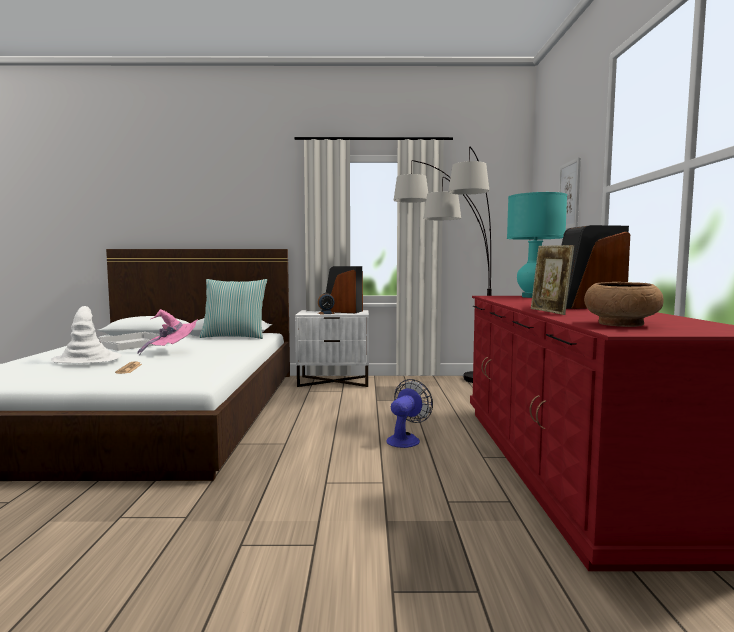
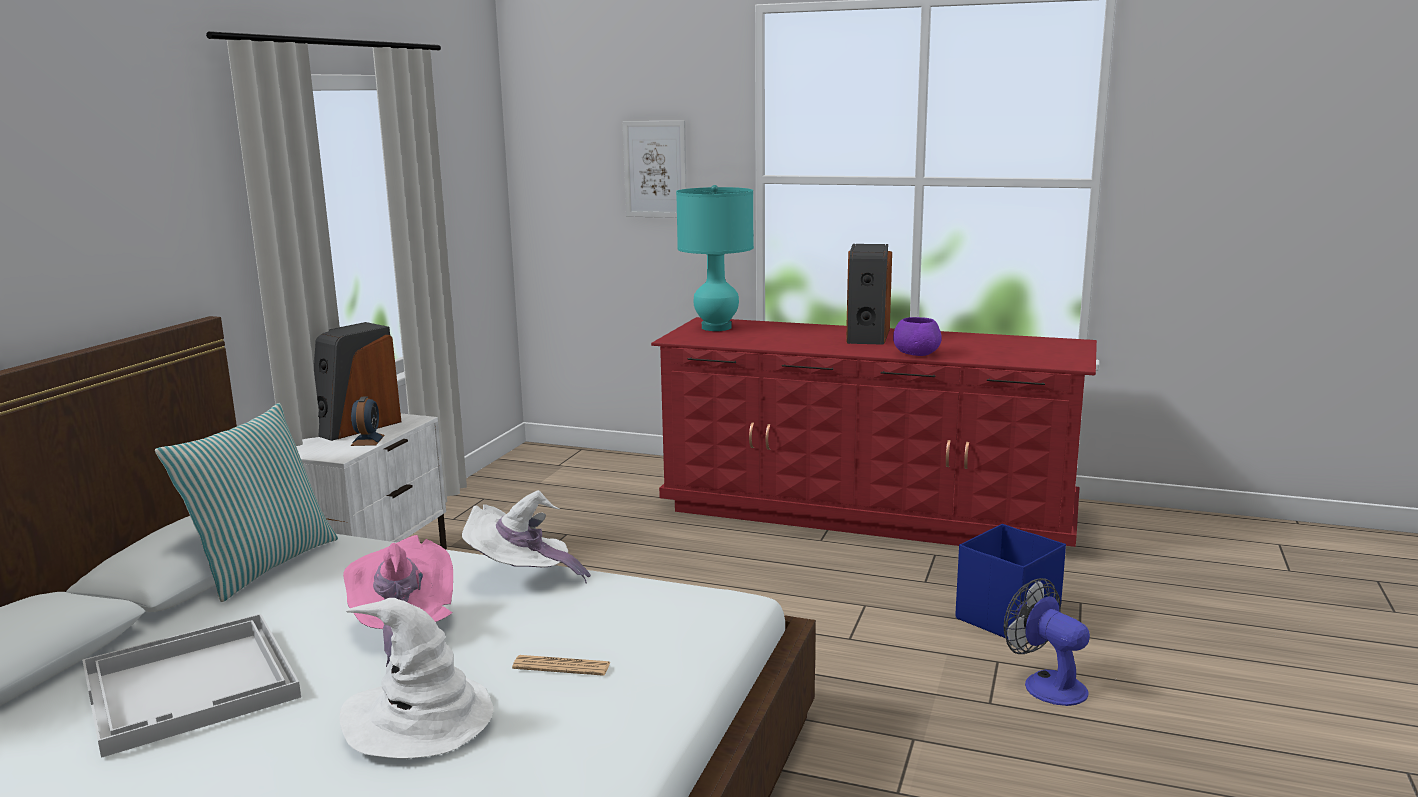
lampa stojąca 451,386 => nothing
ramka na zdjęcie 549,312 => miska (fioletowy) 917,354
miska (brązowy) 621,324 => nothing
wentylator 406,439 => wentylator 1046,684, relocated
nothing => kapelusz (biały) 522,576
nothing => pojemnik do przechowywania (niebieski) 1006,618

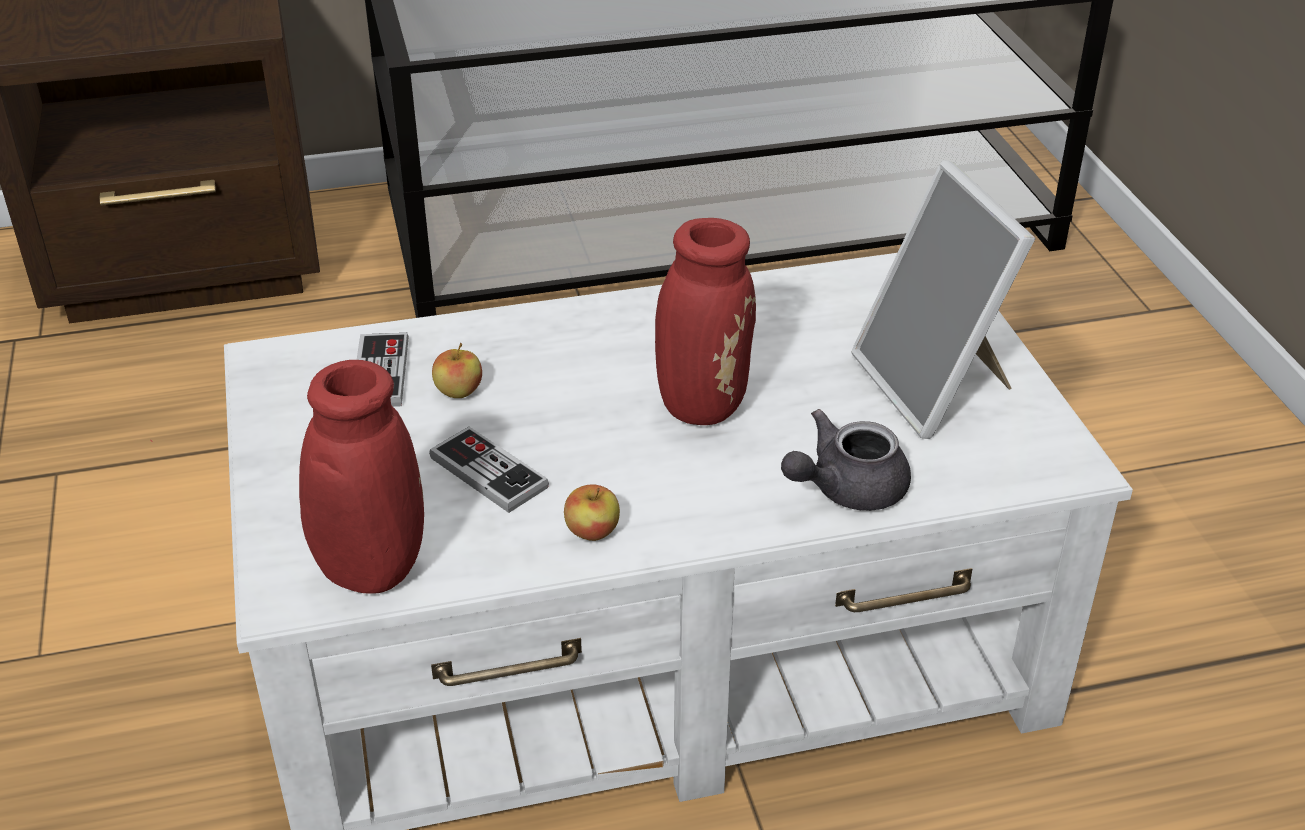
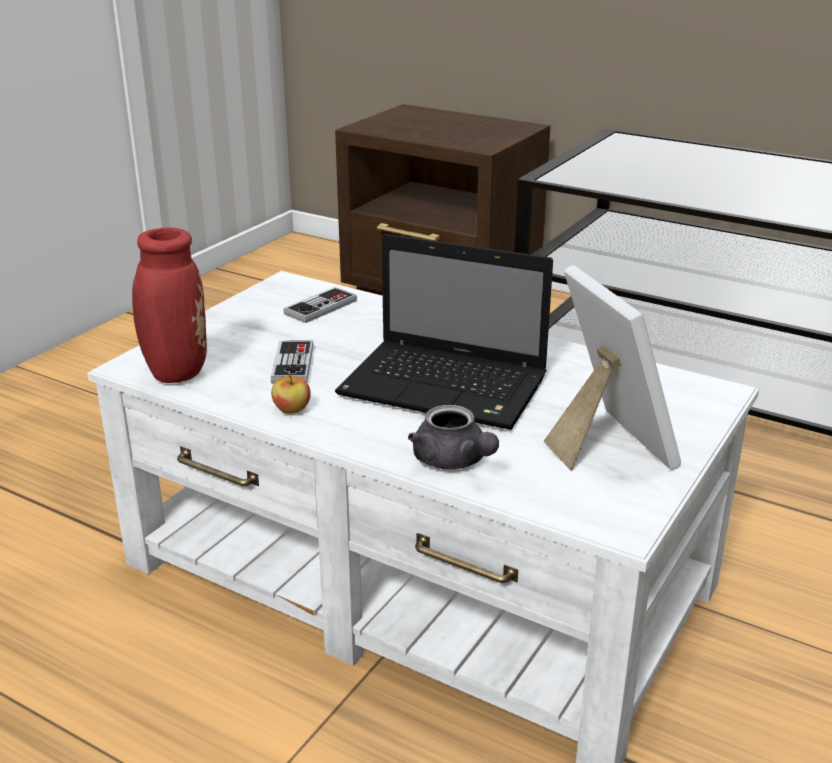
wazon (czerwony) 700,404 => laptop 448,388
ramka na zdjęcie 935,386 => ramka na zdjęcie 605,445, 135 degrees clockwise
jabłko 458,392 => nothing
imbryk (szary) 845,489 => imbryk (szary) 454,461, 135 degrees counterclockwise

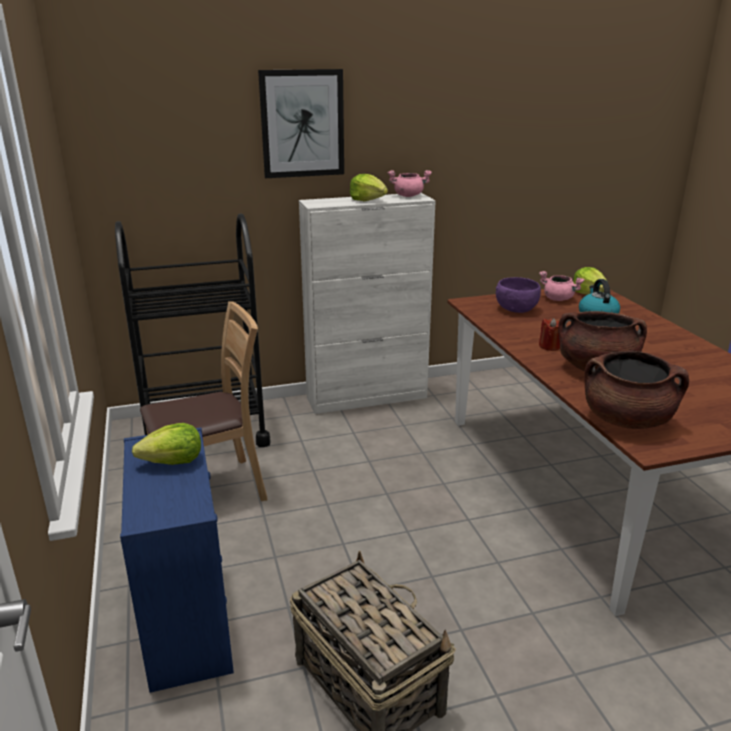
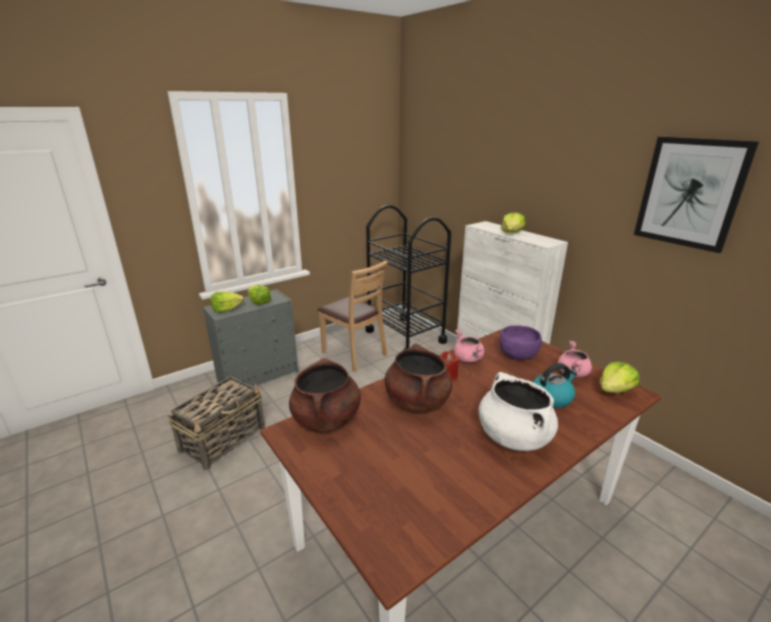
obraz 302,124 => obraz 690,193, relocated
garnek (różowy) 408,196 => garnek (różowy) 468,359, relocated
komoda (niebieski) 186,619 => komoda (szary) 259,376
nothing => sałata 226,309
nothing => garnek (biały) 513,436

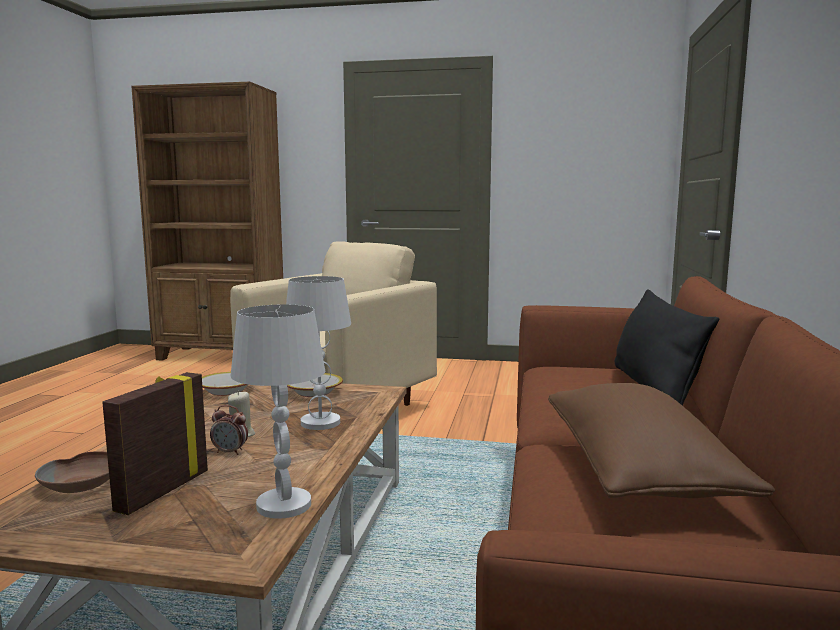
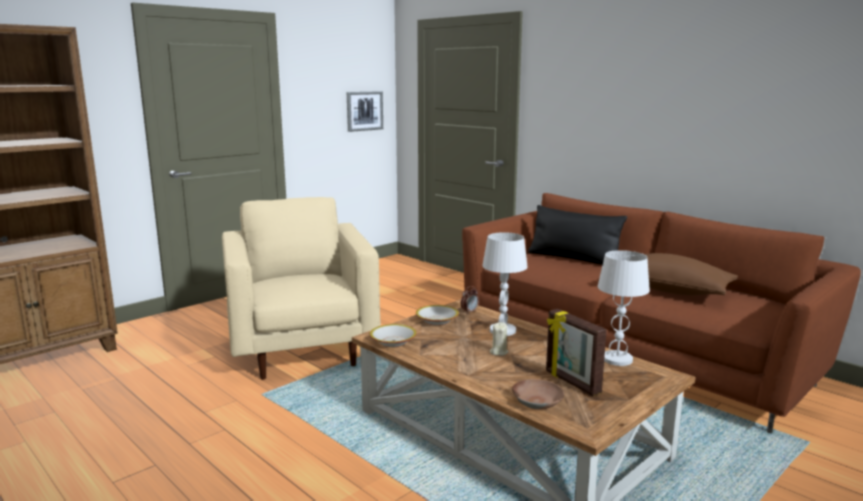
budzik 230,452 => budzik 469,312, relocated
nothing => obraz 364,111

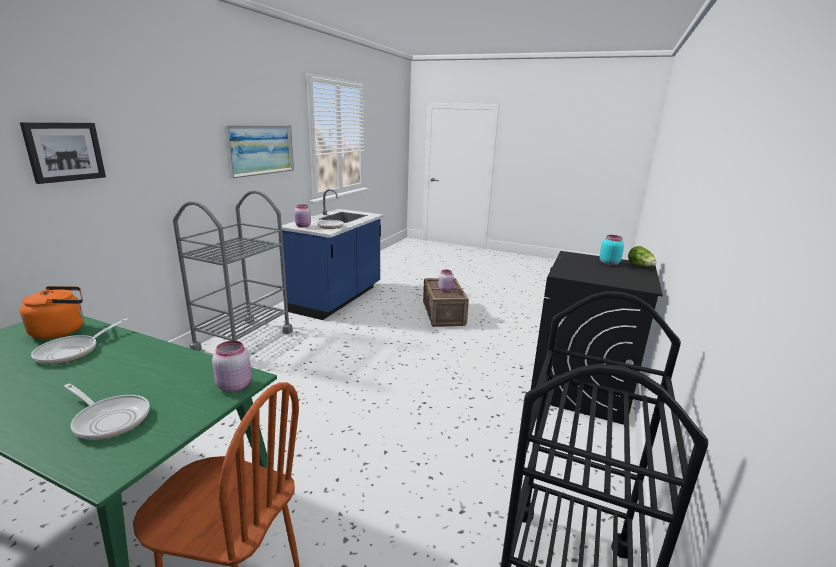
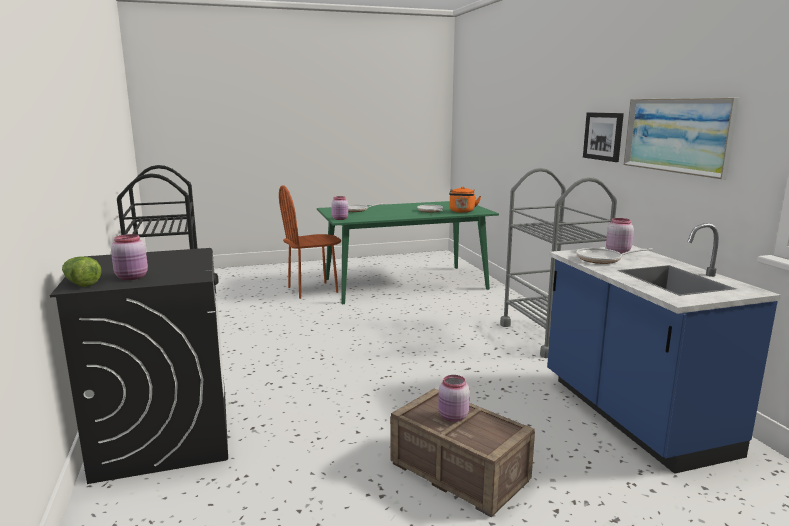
obraz 64,151 => obraz 603,136, relocated
słoik (turkusowy) 608,263 => słoik (różowy) 132,277

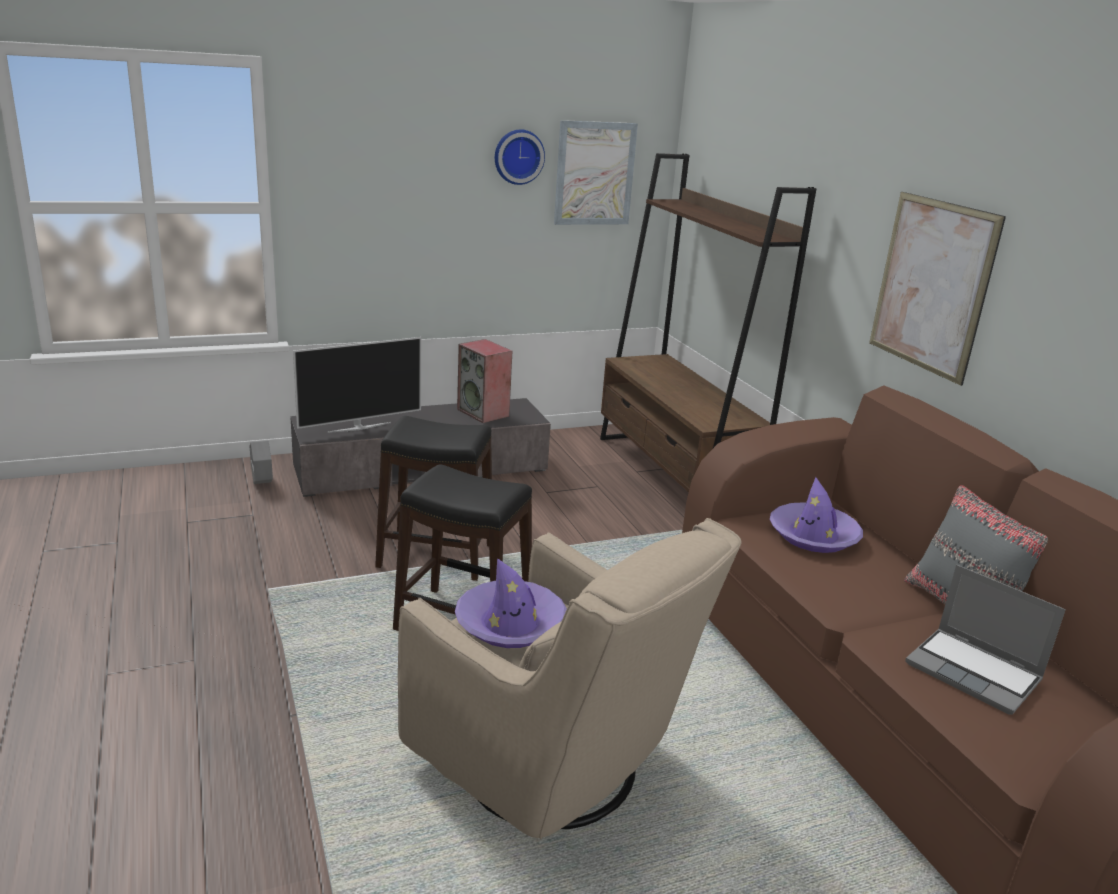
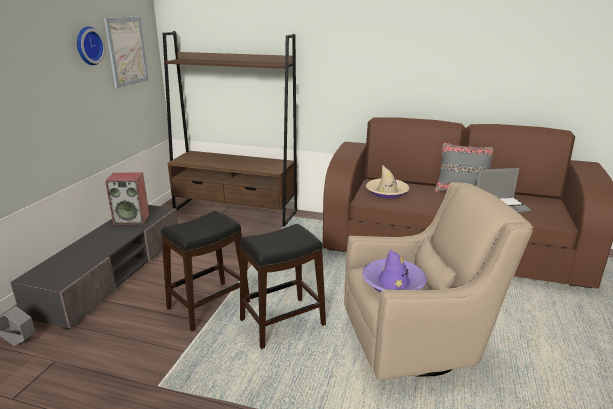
obraz 931,285 => nothing
telewizor 359,427 => nothing
kapelusz (fioletowy) 814,536 => kapelusz (beżowy) 387,192

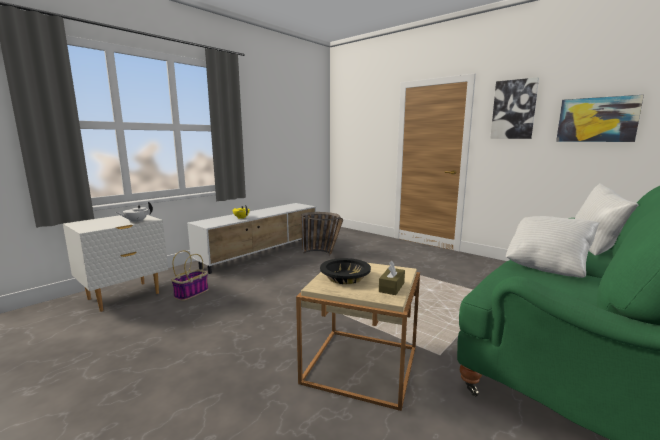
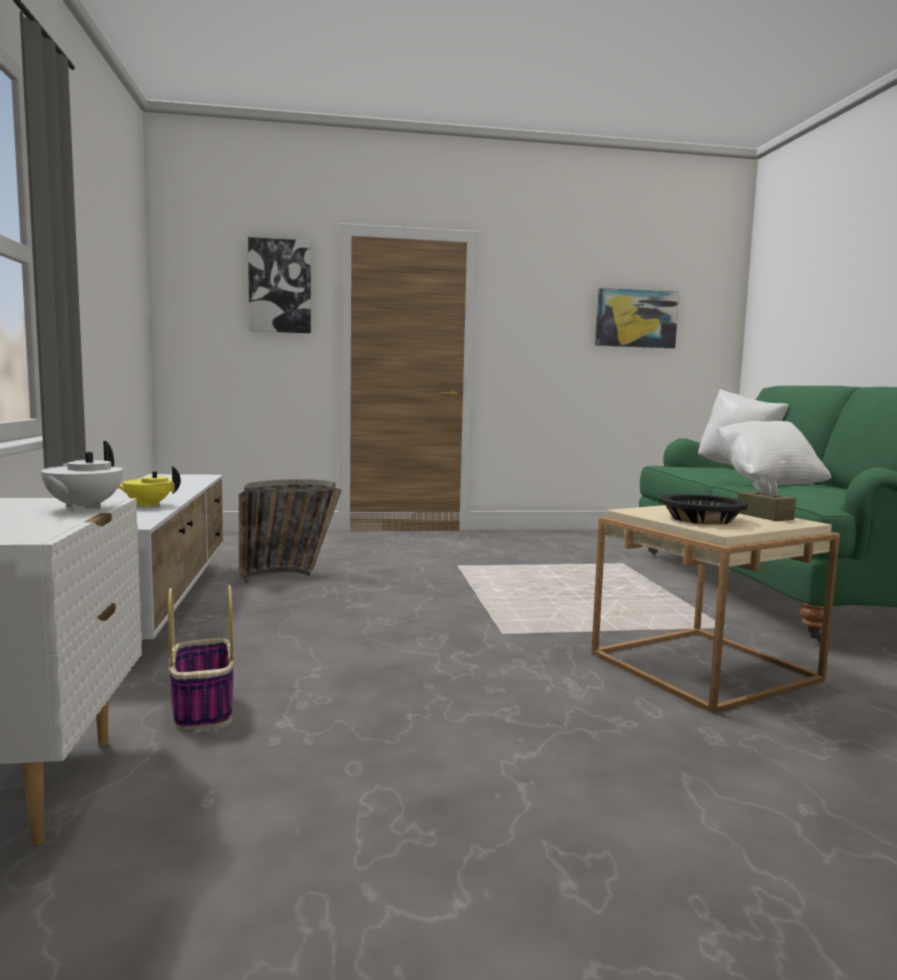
obraz 514,109 => obraz 280,286, relocated

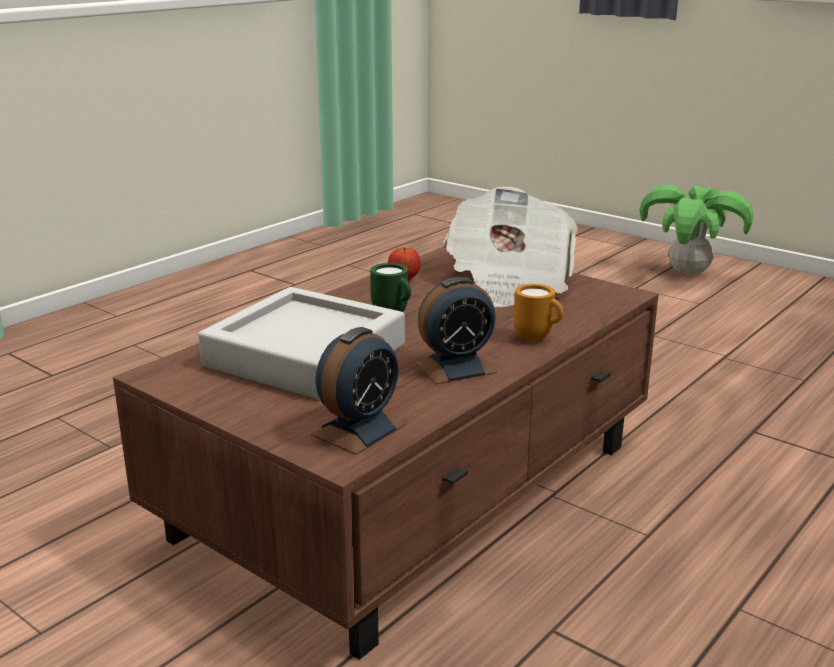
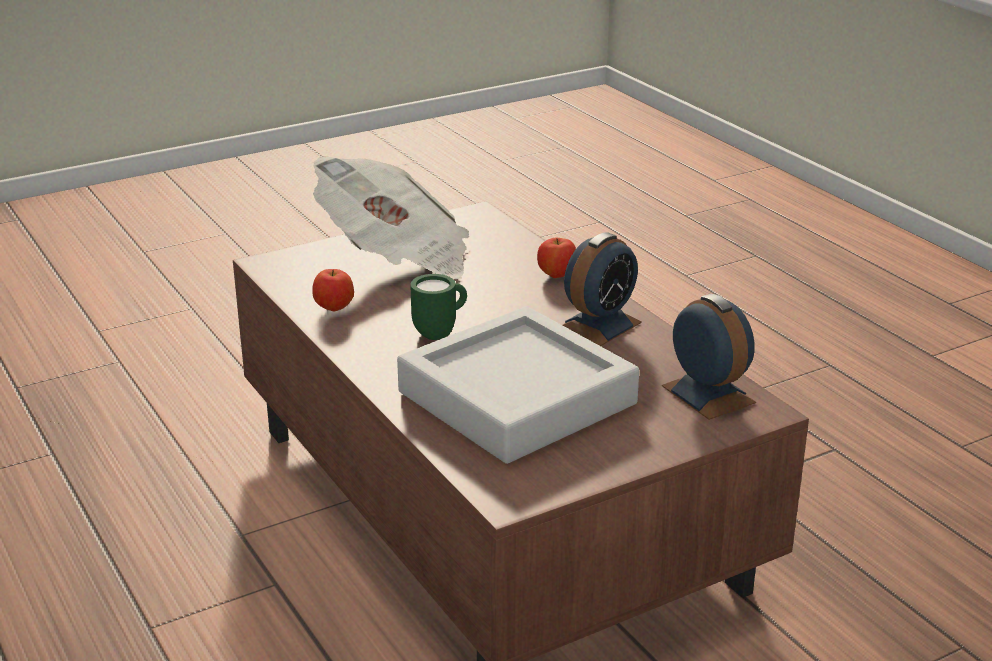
roślina doniczkowa 688,272 => nothing
budzik 455,367 => budzik 599,325, 45 degrees clockwise
kubek (pomarańczowy) 538,339 => jabłko 556,275

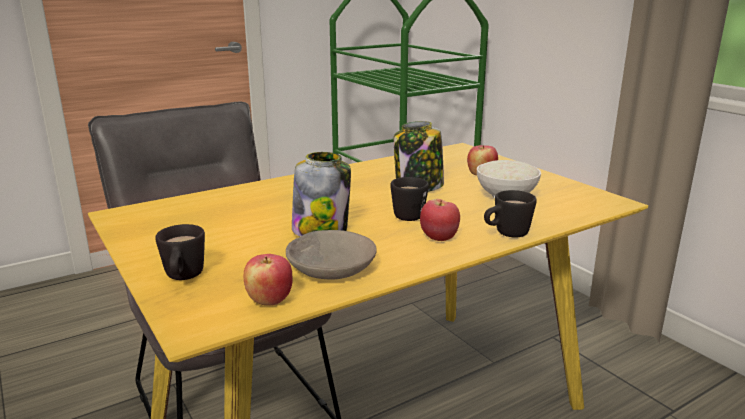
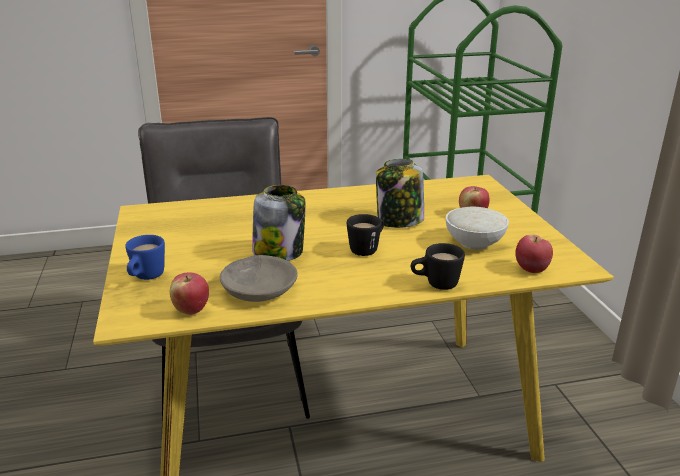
jabłko 439,238 => jabłko 531,269, relocated
kubek (czarny) 183,278 => kubek (niebieski) 146,277

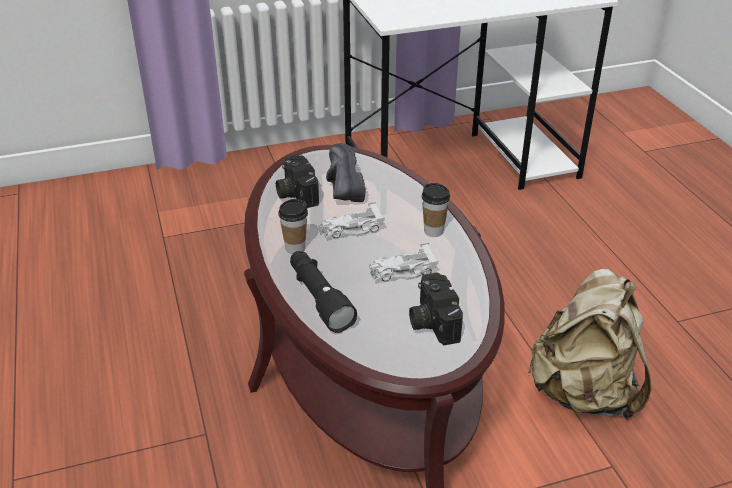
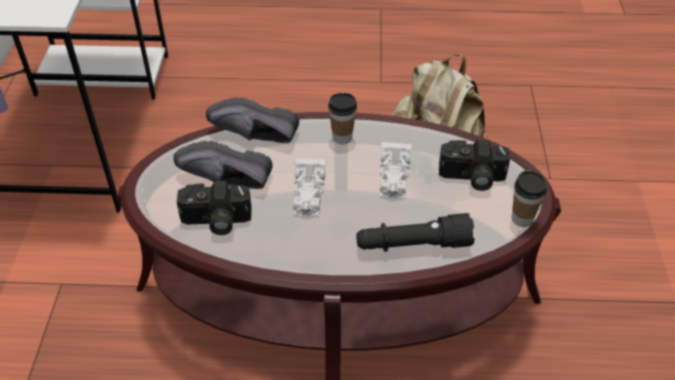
filiżanka 295,248 => filiżanka 522,219, relocated
nothing => but (czarny) 254,137

